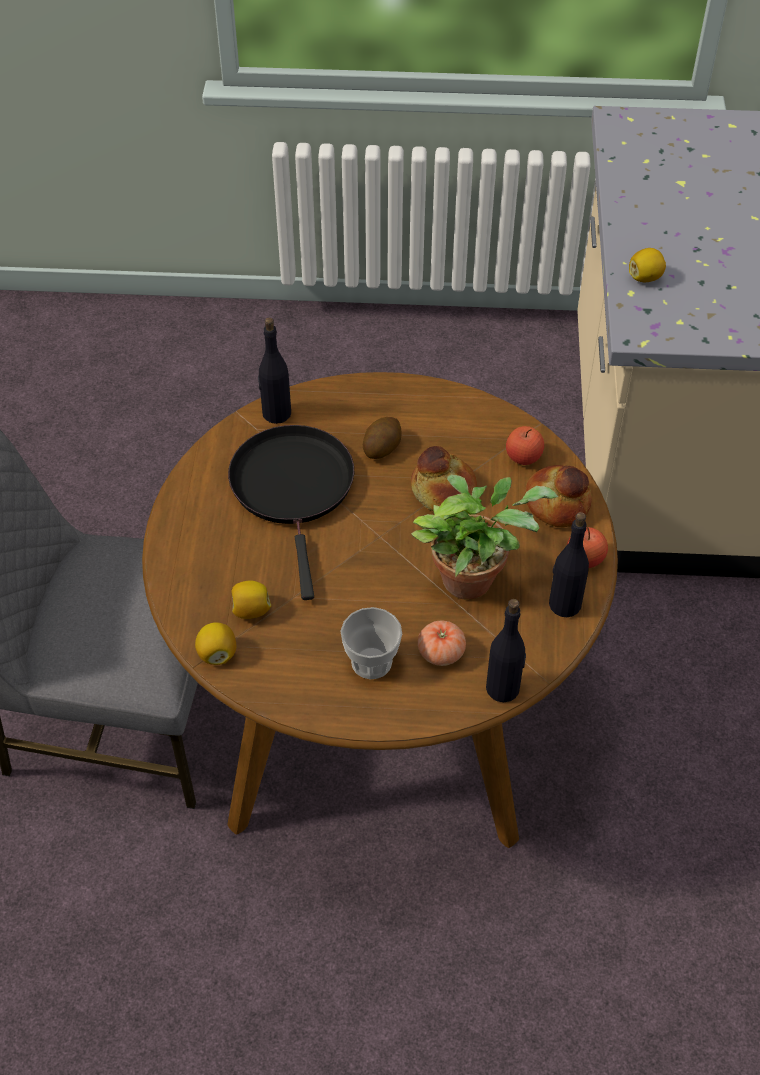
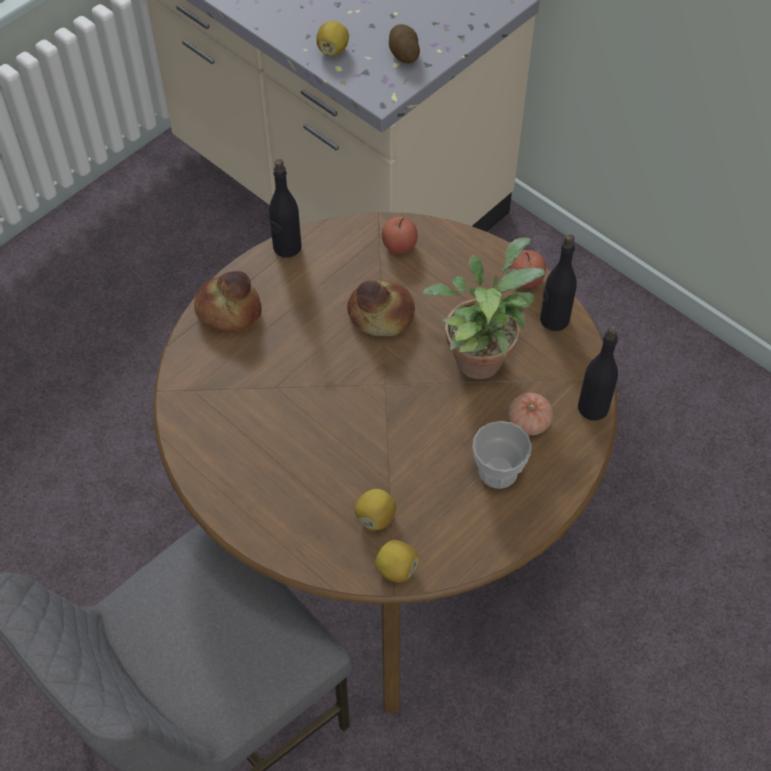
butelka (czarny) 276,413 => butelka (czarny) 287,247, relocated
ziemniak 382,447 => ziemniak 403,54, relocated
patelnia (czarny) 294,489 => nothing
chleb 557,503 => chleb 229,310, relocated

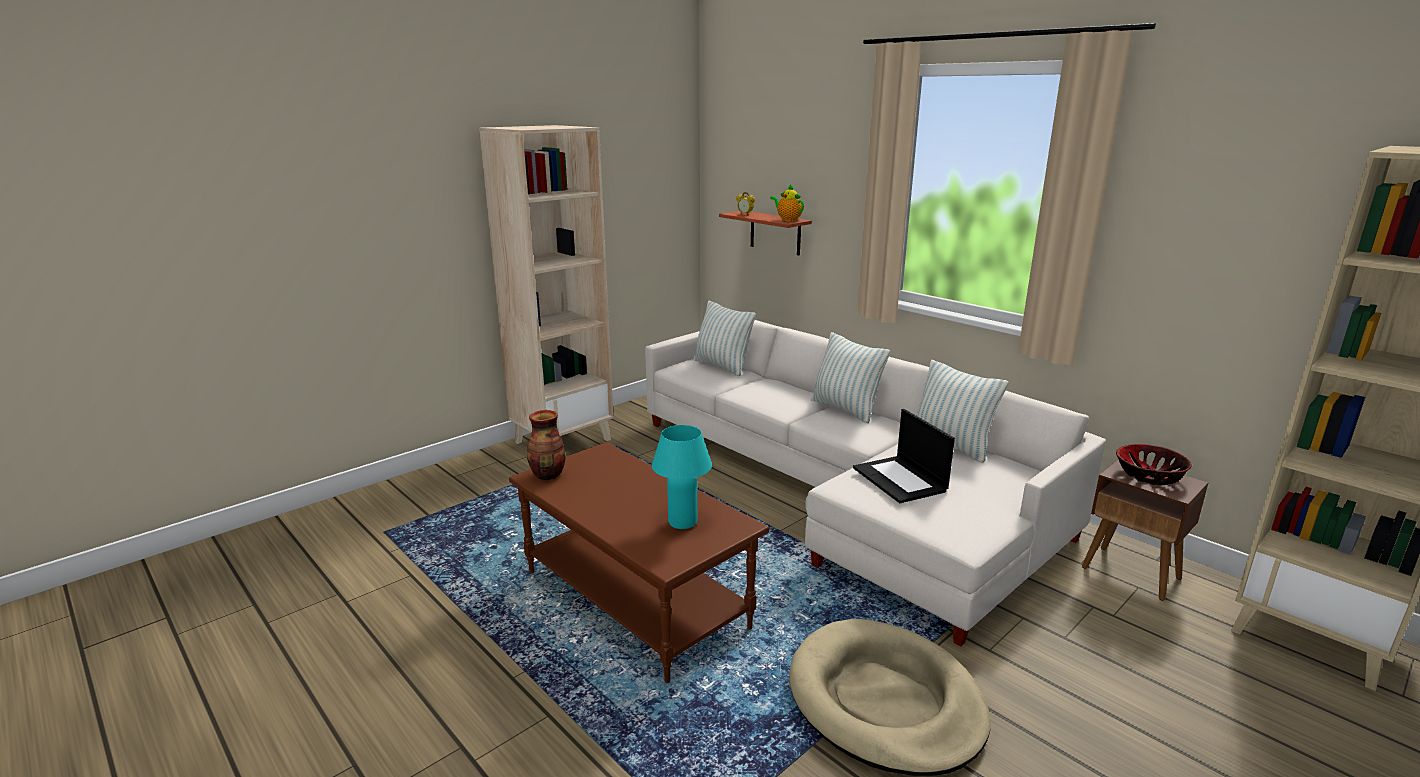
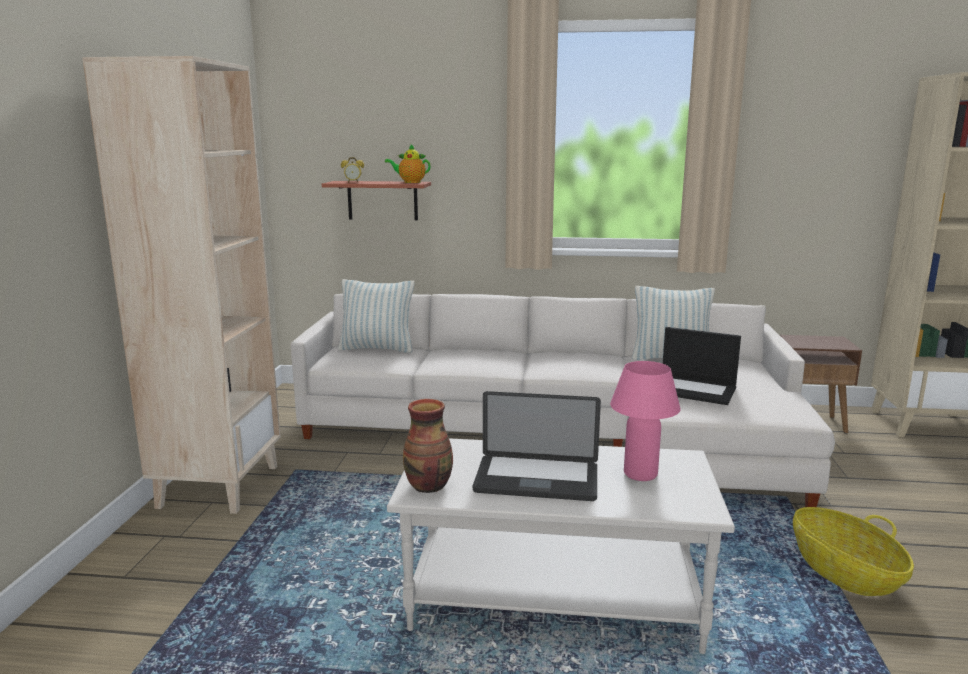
poduszka 845,409 => nothing
lampa stołowa (turkusowy) 682,522 => lampa stołowa (różowy) 640,474
ława (brązowy) 637,599 => ława (biały) 555,598
miska 1148,476 => nothing
legowisko (beżowy) 885,701 => koszyk 844,572
nothing => laptop 536,480

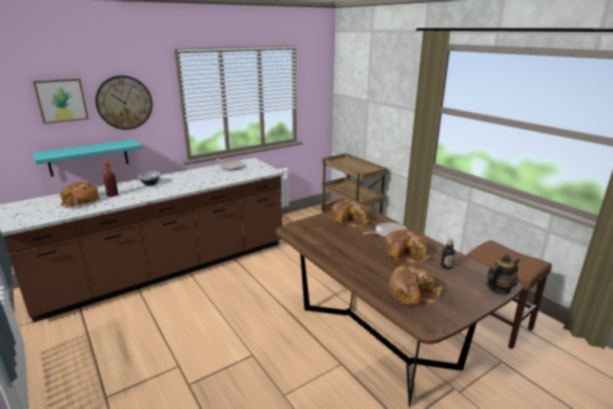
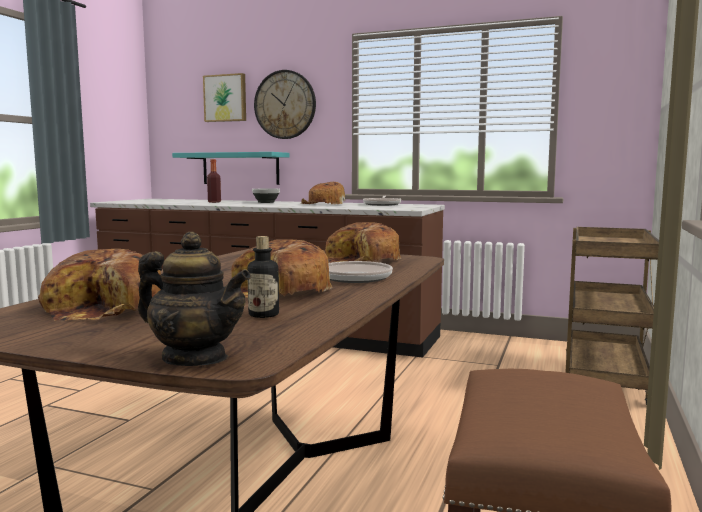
chleb 80,201 => chleb 323,204, relocated

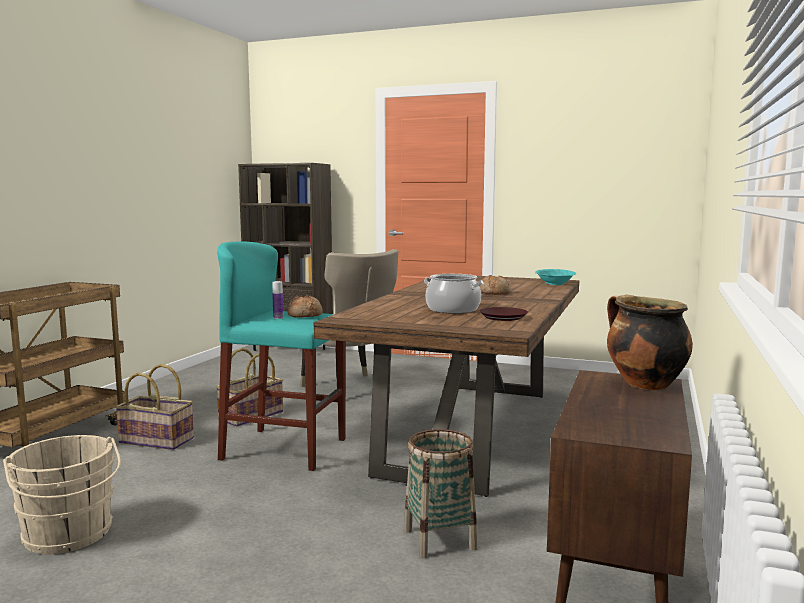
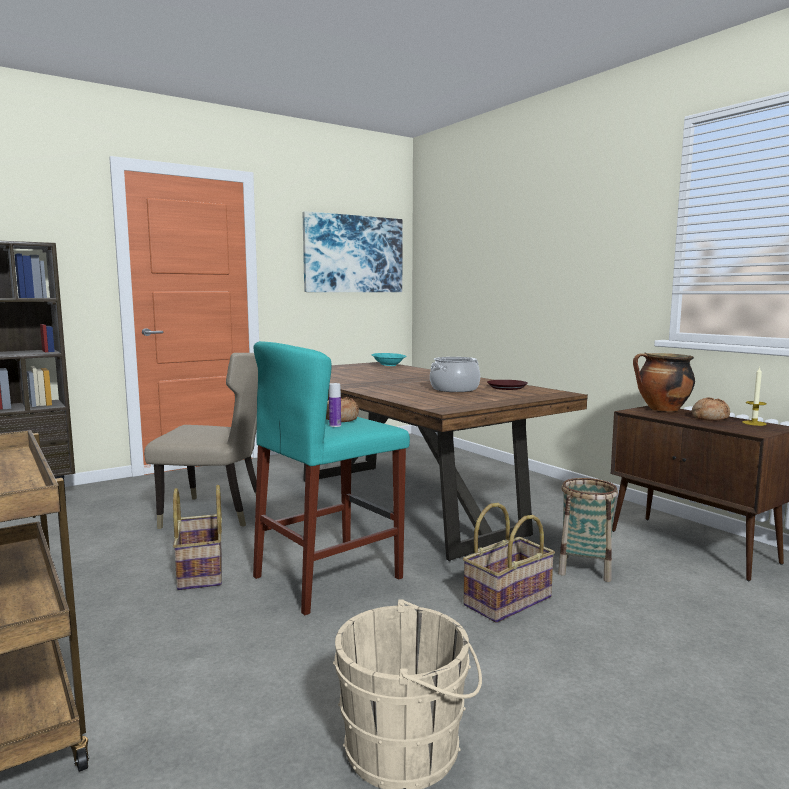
chleb 494,293 => chleb 709,418, relocated
koszyk 157,440 => koszyk 507,600, relocated
nothing => obraz 353,254
nothing => świeca 754,423

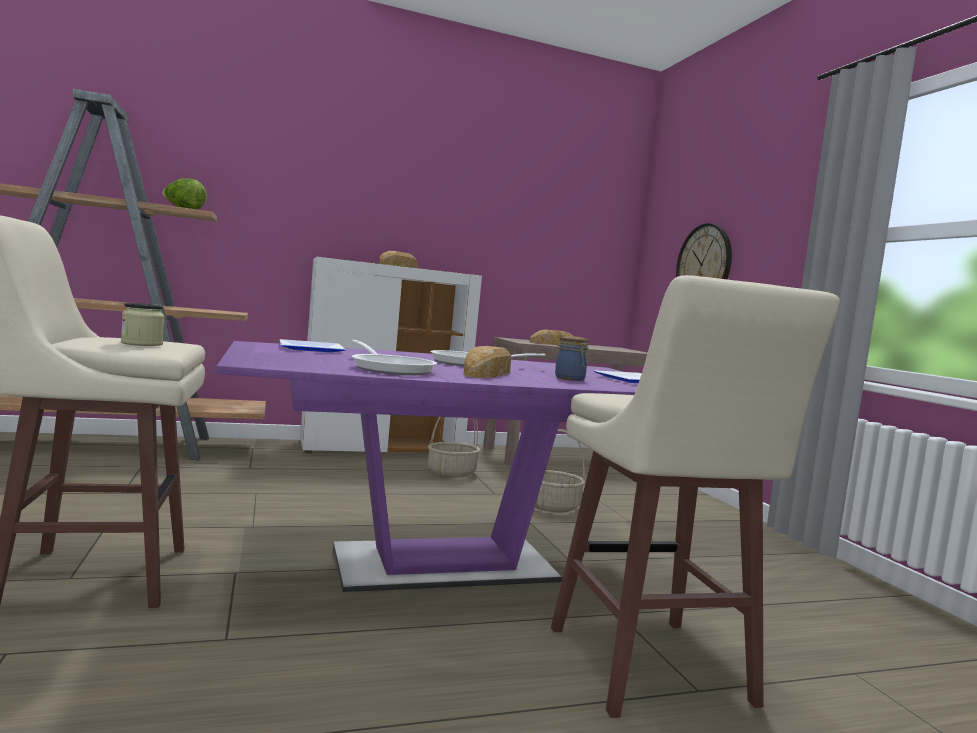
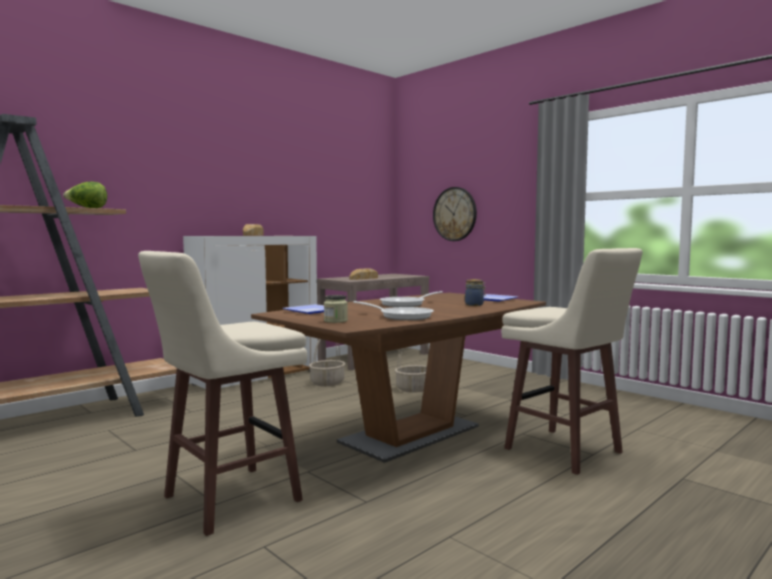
słoik 142,344 => słoik 335,321, relocated
stół jadalny (fioletowy) 444,565 => stół jadalny (brązowy) 410,435
chleb 488,373 => nothing

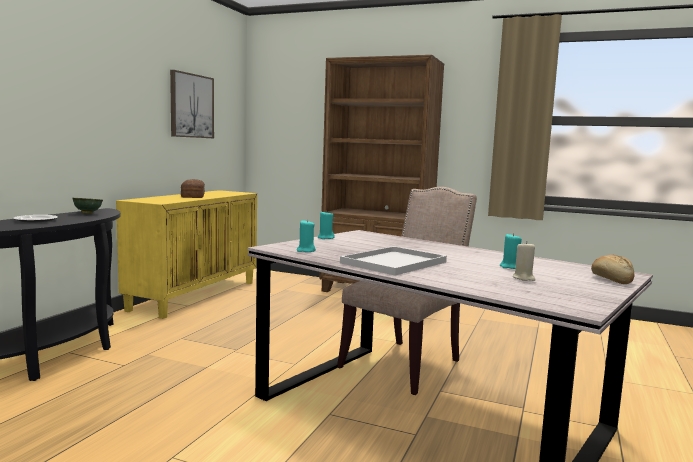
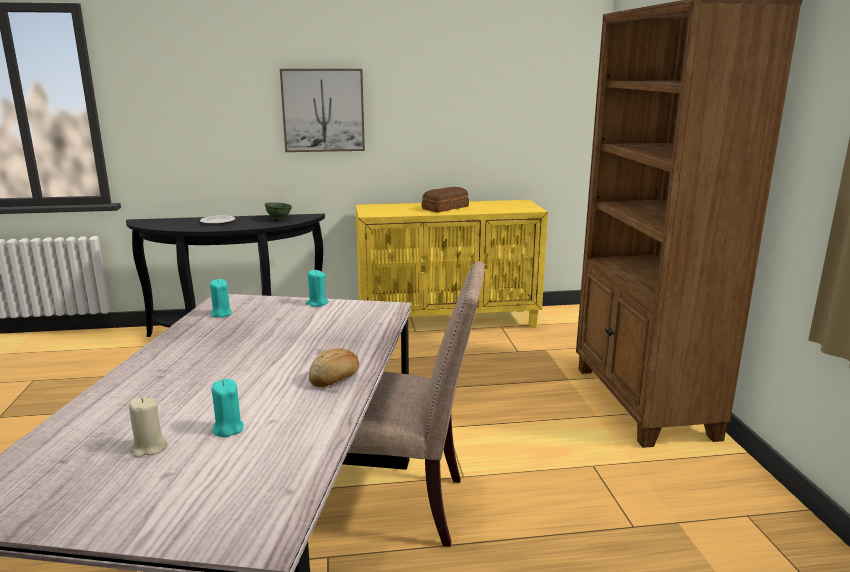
obraz 191,106 => obraz 323,110, relocated
taca (biały) 393,263 => nothing
chleb 611,279 => chleb 336,379, relocated

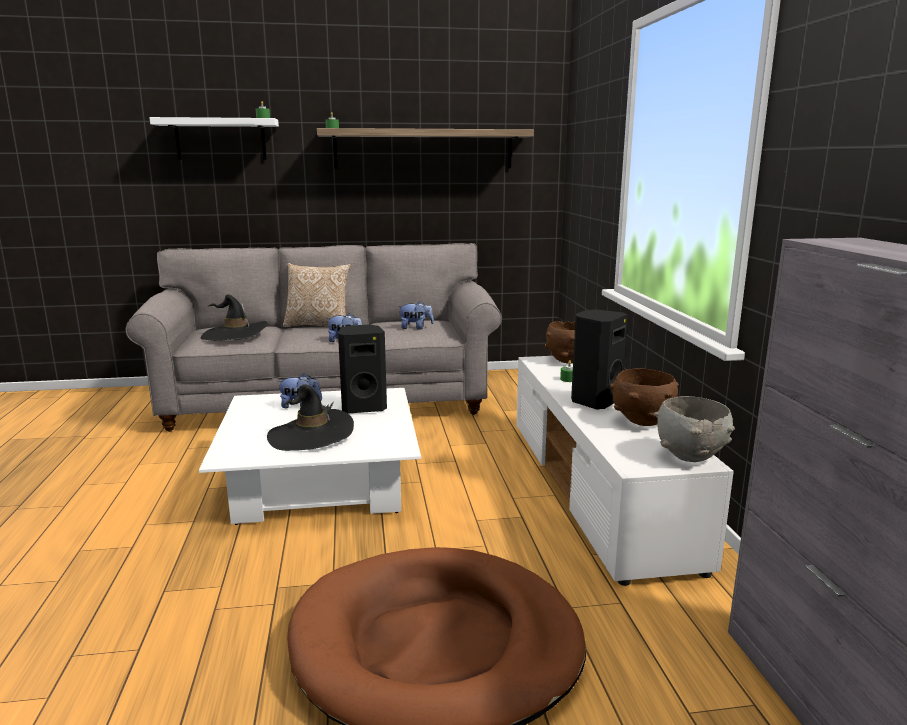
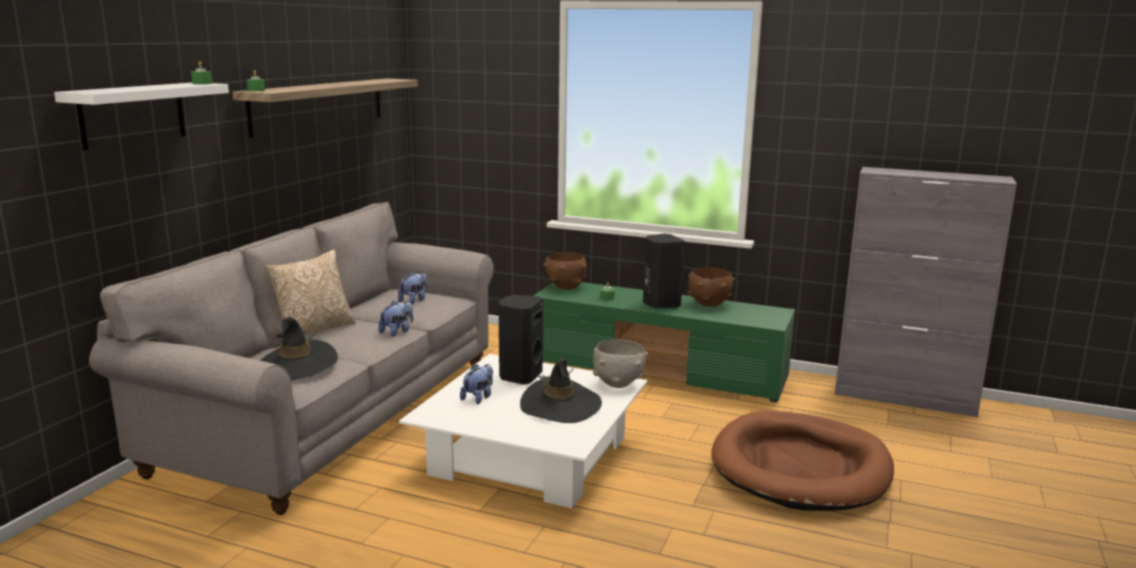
szafka pod telewizor (biały) 597,490 => szafka pod telewizor (zielony) 659,371
miska (szary) 690,457 => miska (szary) 618,384, relocated

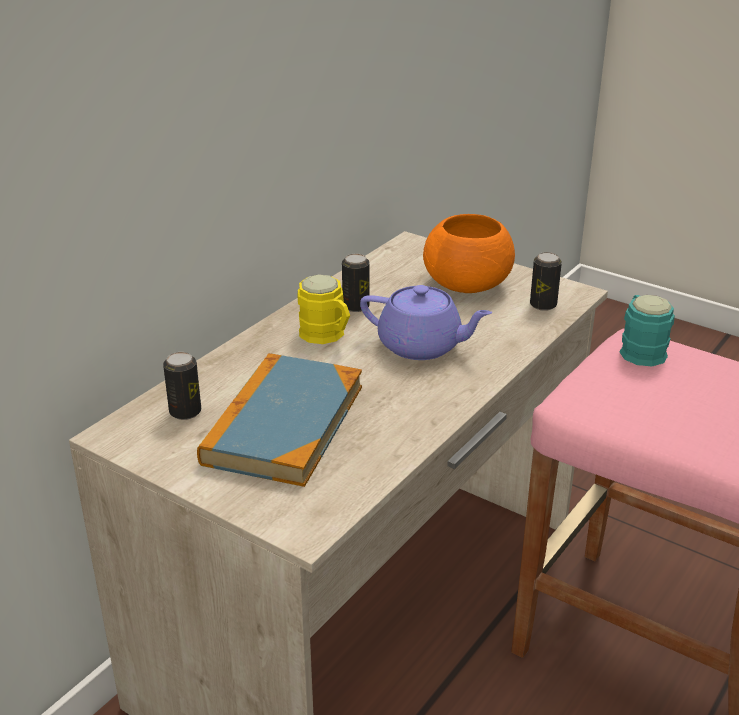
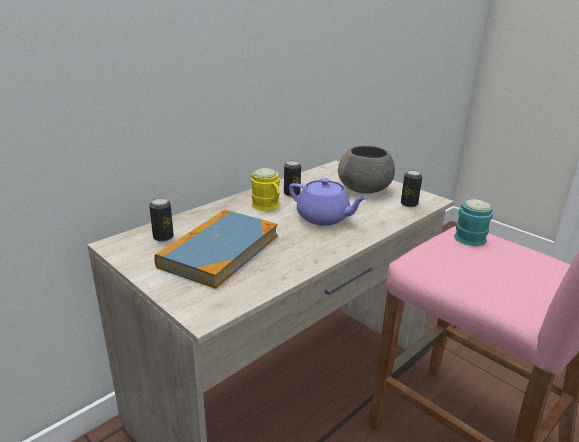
miska (pomarańczowy) 468,285 => miska (szary) 365,189

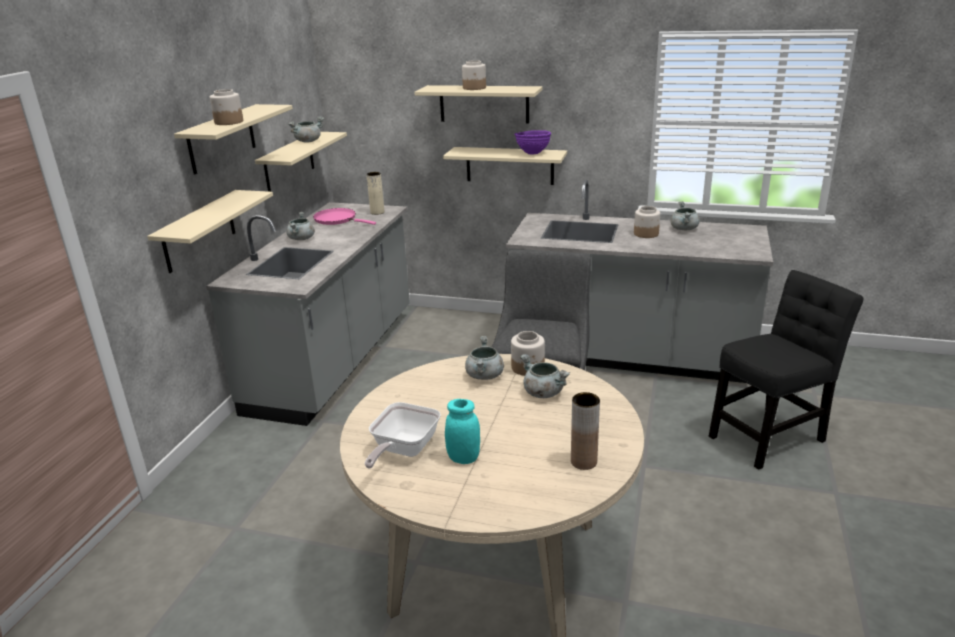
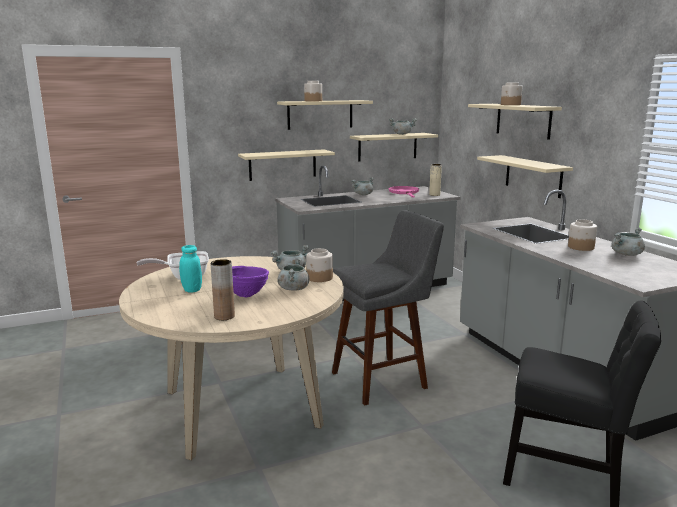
miska (fioletowy) 533,154 => miska (fioletowy) 246,295, relocated

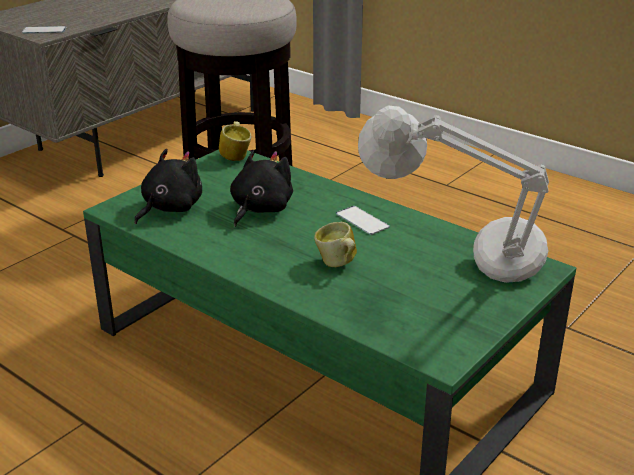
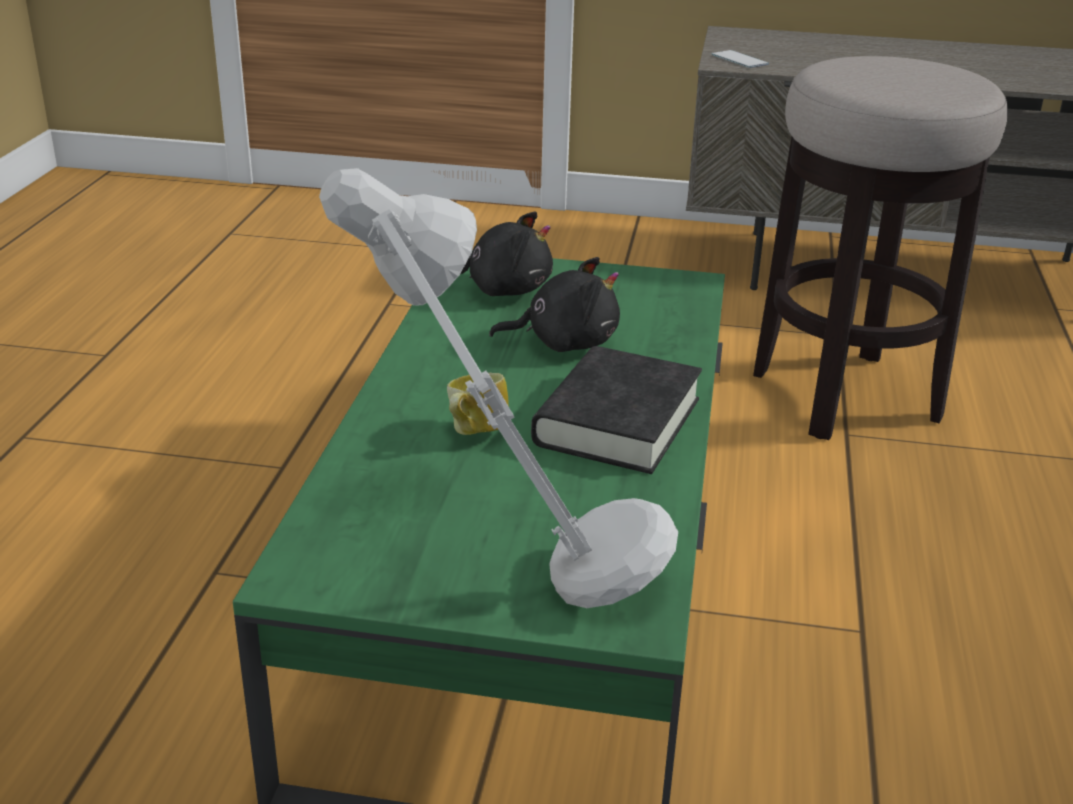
kubek 236,156 => nothing
telefon 362,220 => książka (czarny) 617,422

